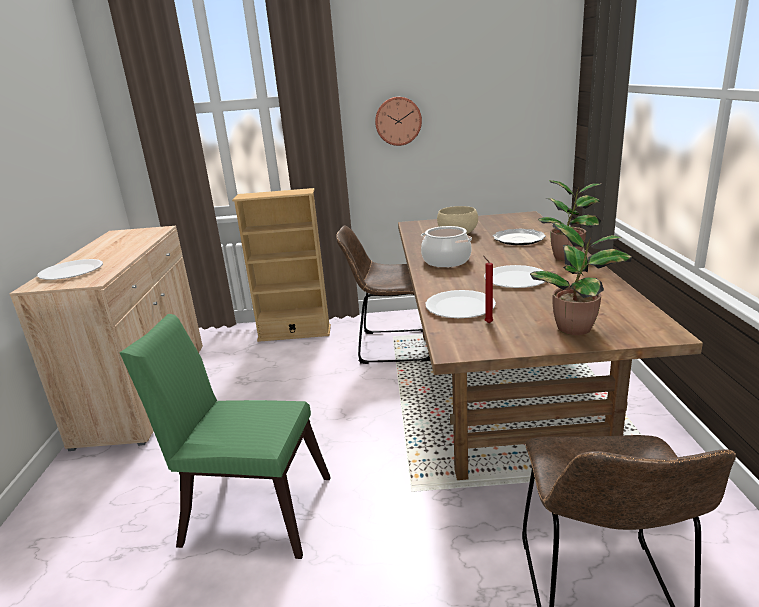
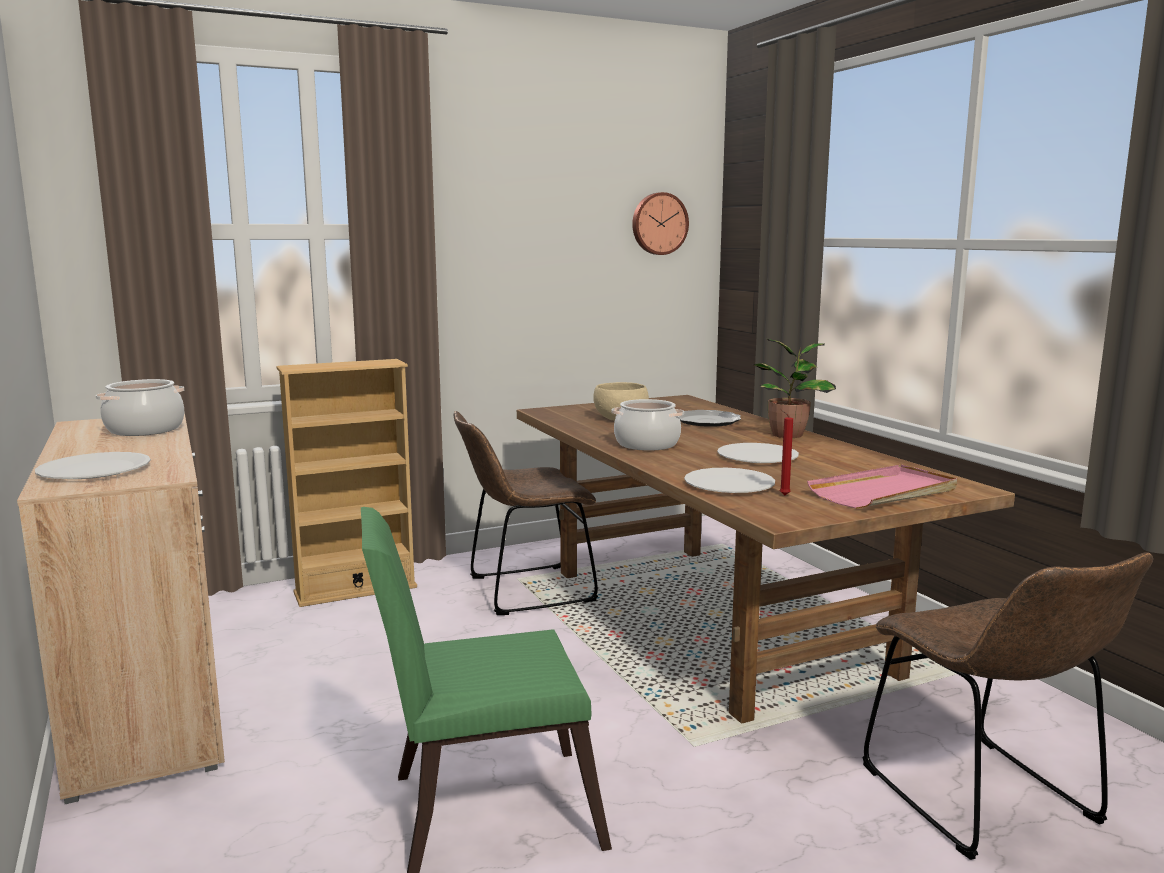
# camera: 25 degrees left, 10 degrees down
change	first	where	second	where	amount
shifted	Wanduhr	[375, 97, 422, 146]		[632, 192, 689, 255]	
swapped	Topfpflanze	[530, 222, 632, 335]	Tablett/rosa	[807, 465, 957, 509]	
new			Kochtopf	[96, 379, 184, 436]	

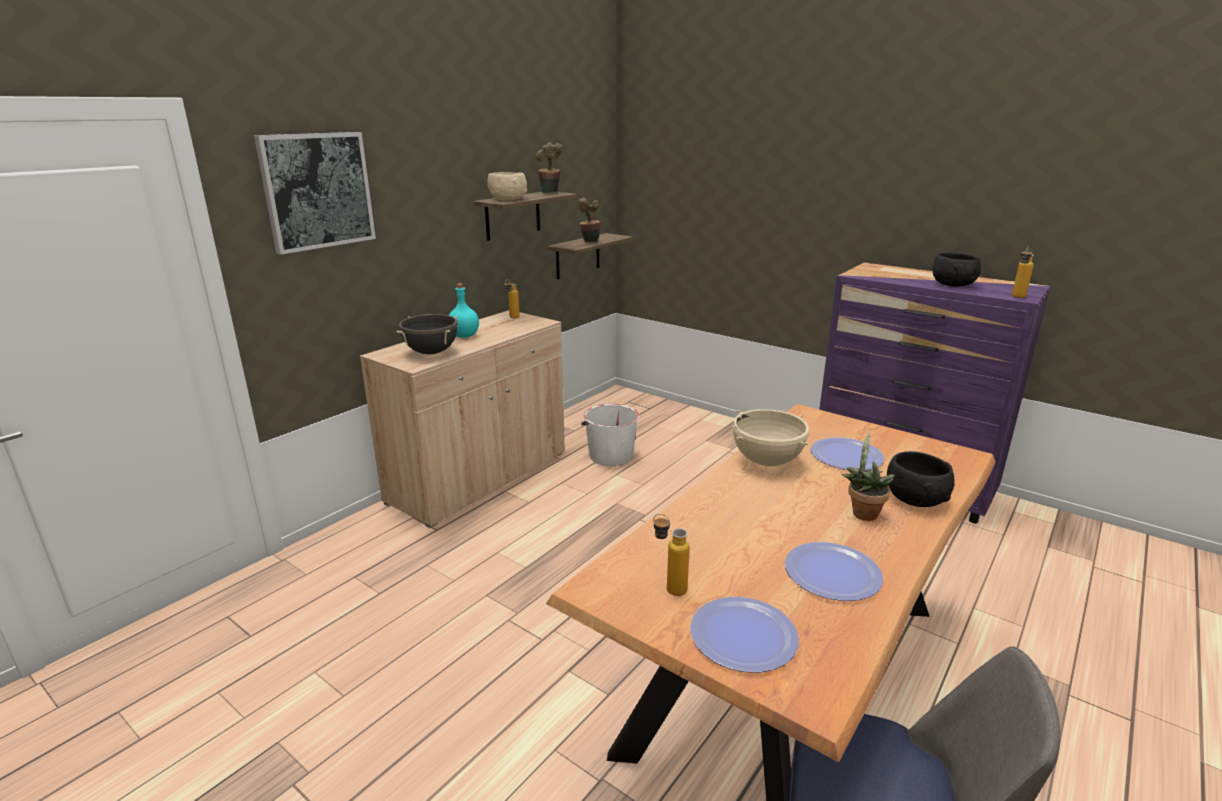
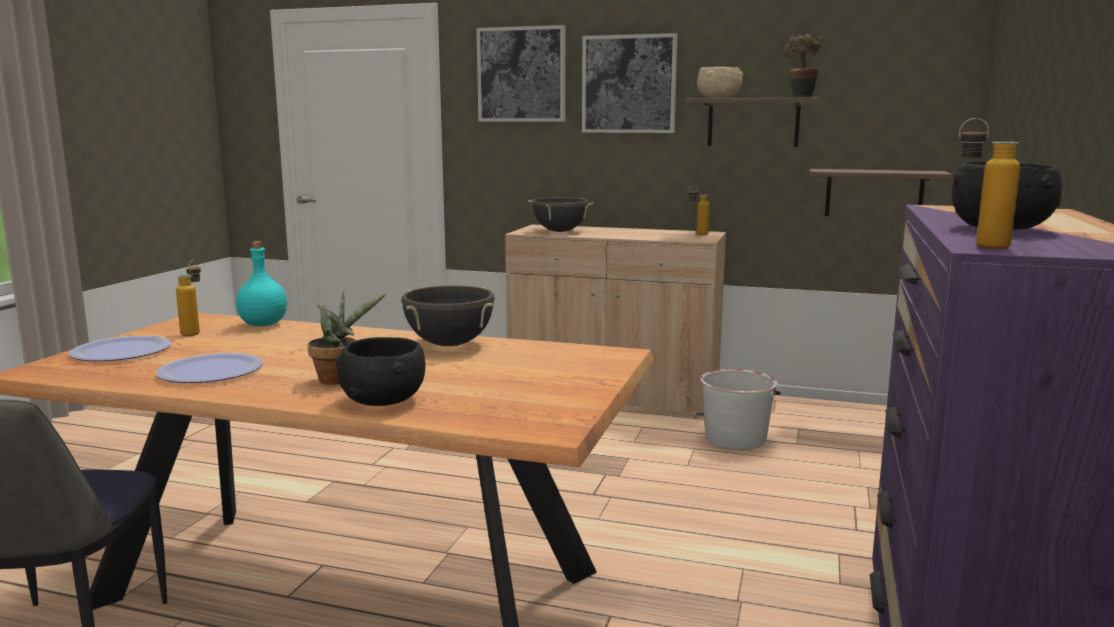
# camera: 70 degrees right, 10 degrees down
change	first	where	second	where	amount
gone	Topfpflanze	[578, 197, 600, 243]			
shifted	Flasche/türkis	[449, 283, 479, 338]		[236, 241, 287, 326]	
repainted	Kochtopf/beige	[732, 409, 809, 466]	Kochtopf/schwarz	[401, 285, 495, 346]	
gone	Teller	[810, 437, 885, 470]			
new			Bild	[582, 33, 678, 133]	

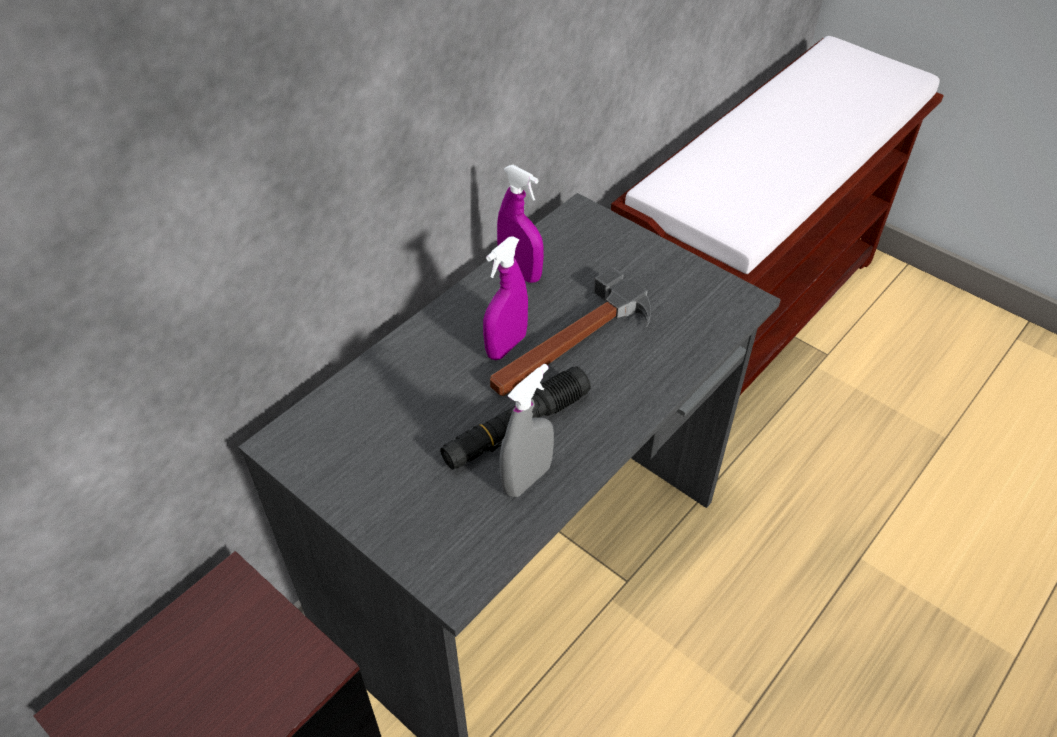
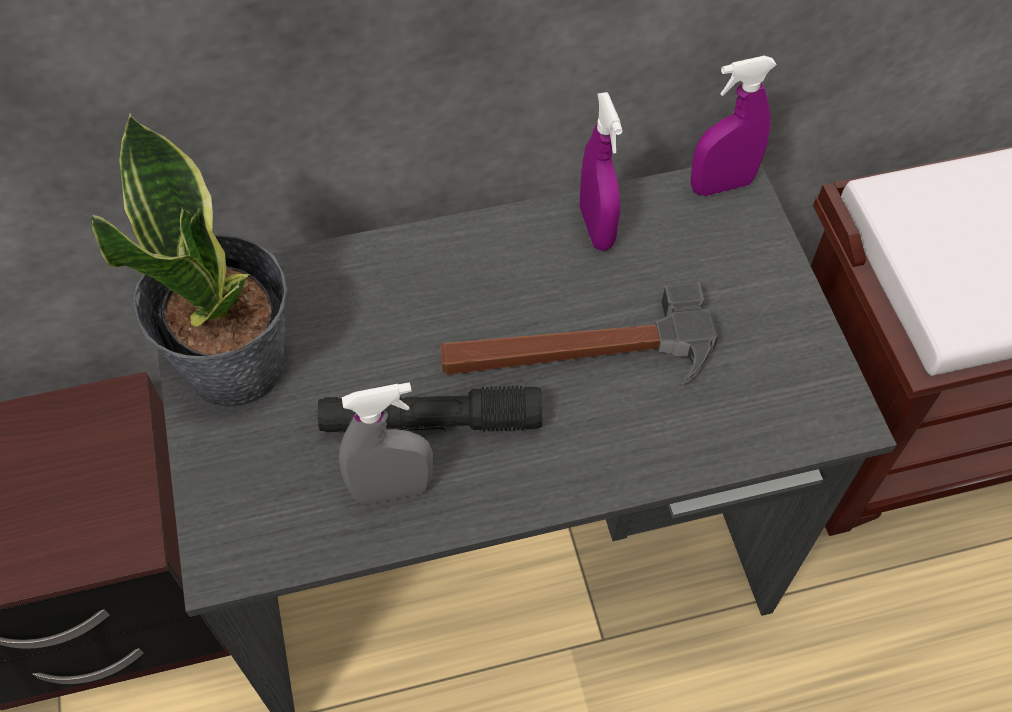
# camera: 35 degrees right, 10 degrees up
change	first	where	second	where	amount
shifted	Sprühflasche/lila	[483, 236, 528, 360]		[691, 56, 777, 196]	
new			Topfpflanze	[90, 113, 287, 408]	

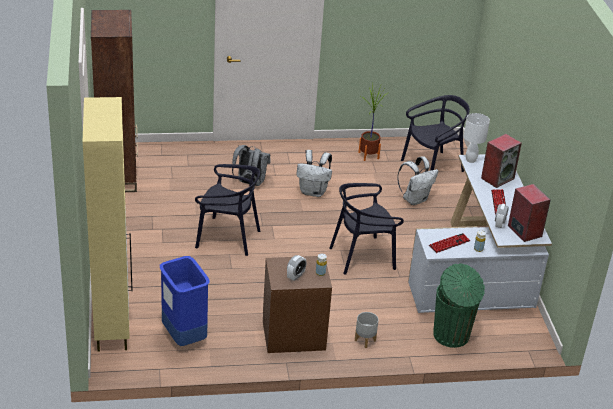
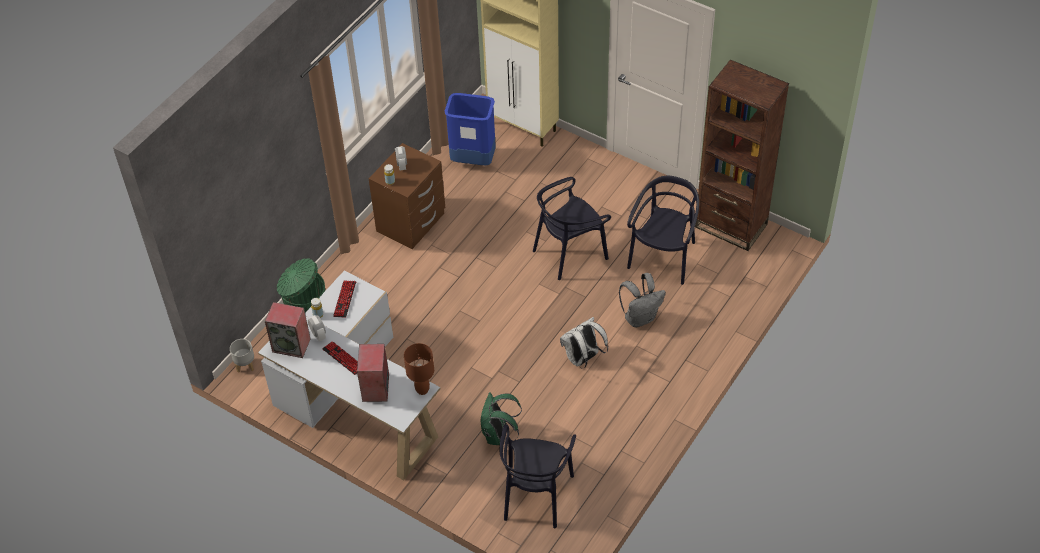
# camera: 135 degrees right, 15 degrees up
change	first	where	second	where	amount
gone	Topfpflanze	[358, 83, 388, 161]			
repainted	Tischlampe/weiß	[464, 113, 490, 163]	Tischlampe/braun	[404, 343, 434, 395]	
repainted	Rucksack/weiß	[398, 156, 438, 205]	Rucksack/grün	[480, 392, 522, 445]	
shifted	Stuhl/schwarz	[329, 183, 404, 275]		[627, 176, 699, 285]	
shifted	Pflanzkübel/grau	[355, 312, 379, 348]		[230, 339, 254, 373]	

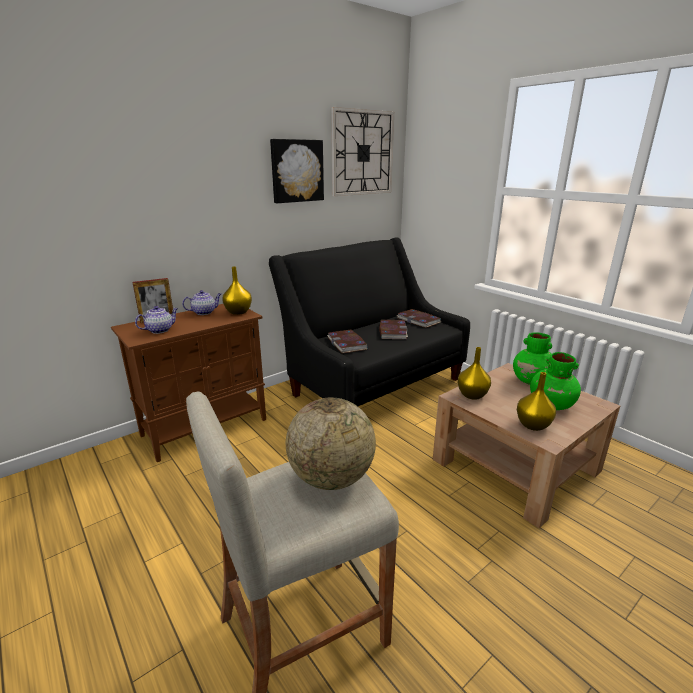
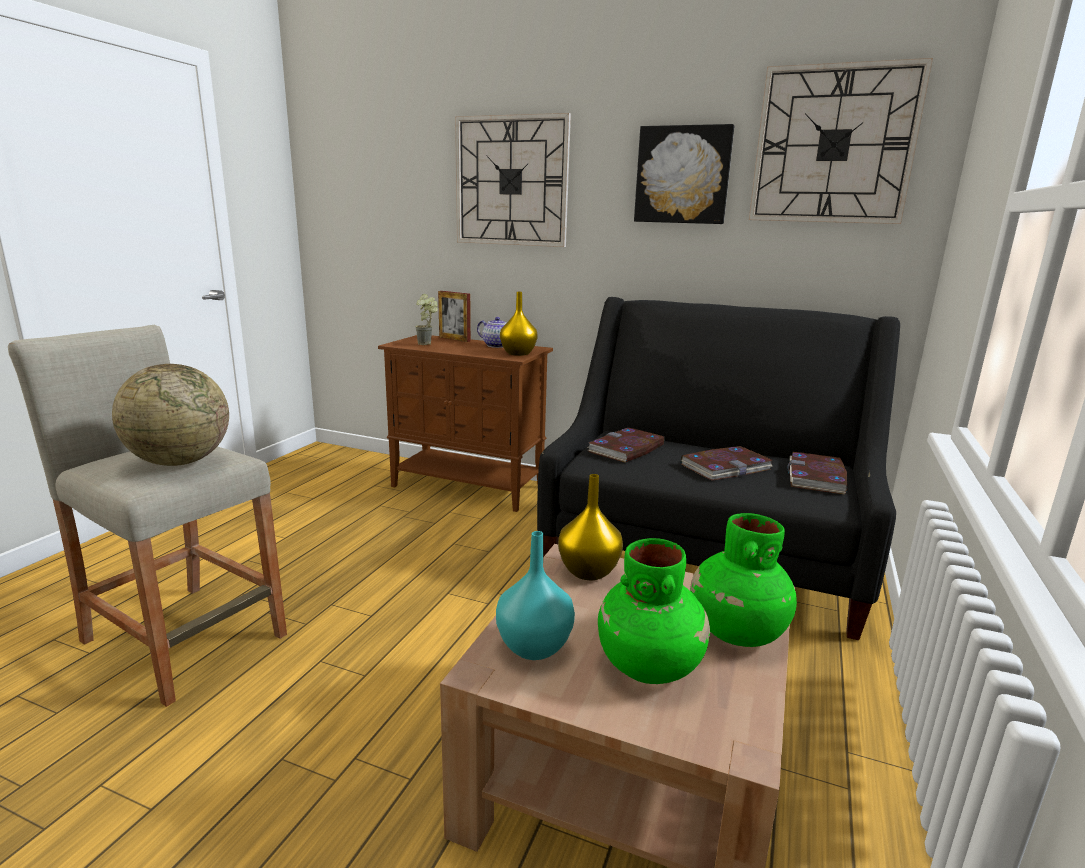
# camera: 60 degrees right, 5 degrees down
change	first	where	second	where	amount
swapped	Teekanne	[135, 306, 178, 334]	Topfpflanze	[415, 294, 438, 345]	
repainted	Vase/gelb	[517, 372, 556, 431]	Vase/türkis	[496, 531, 575, 660]	
new			Wanduhr	[455, 113, 571, 247]	

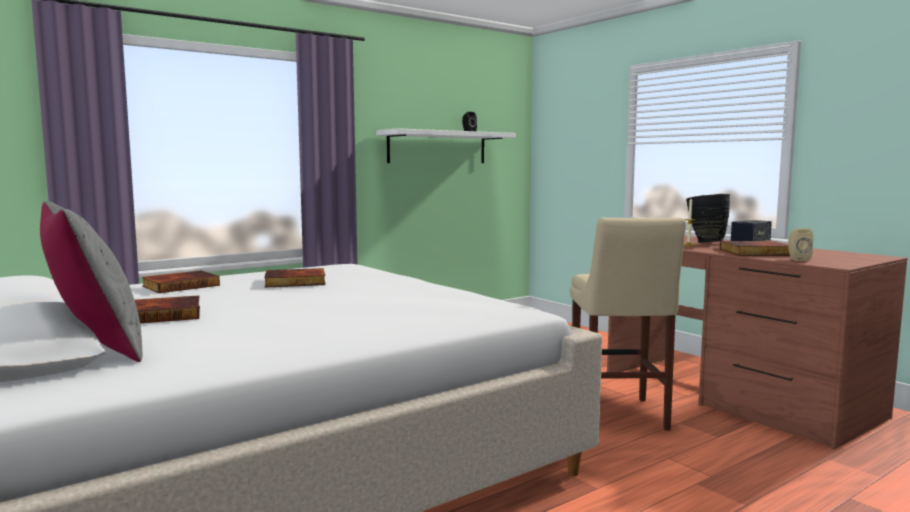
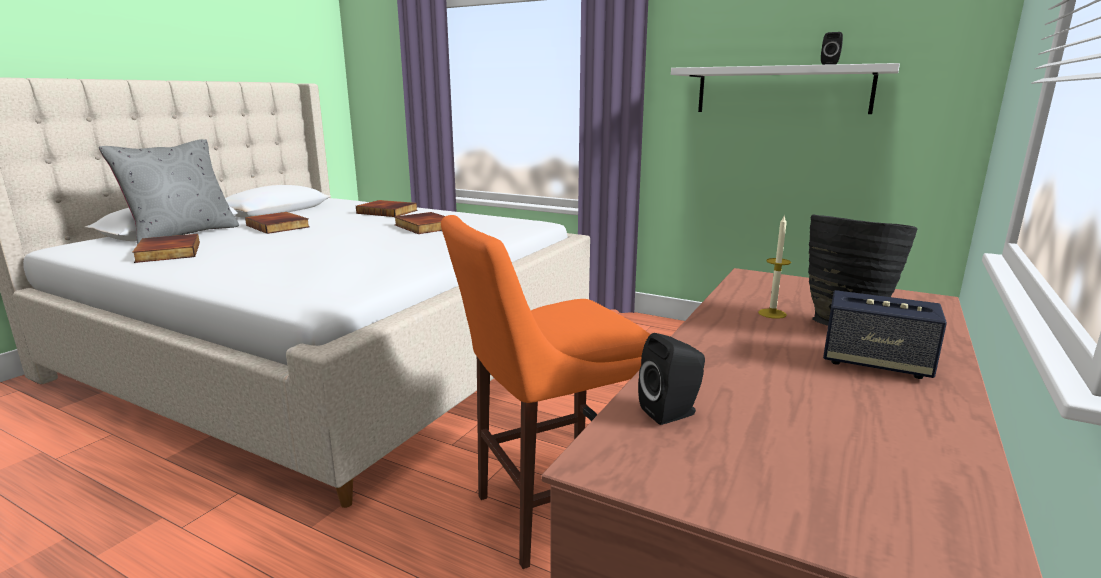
# camera: 65 degrees right, 10 degrees up
change	first	where	second	where	amount
repainted	Hocker/beige	[570, 217, 686, 431]	Hocker/orange	[441, 215, 650, 569]	
repainted	Lautsprecher/beige	[788, 228, 813, 261]	Lautsprecher/schwarz	[638, 333, 705, 425]	
shifted	Buch	[720, 241, 790, 256]		[132, 234, 200, 263]	

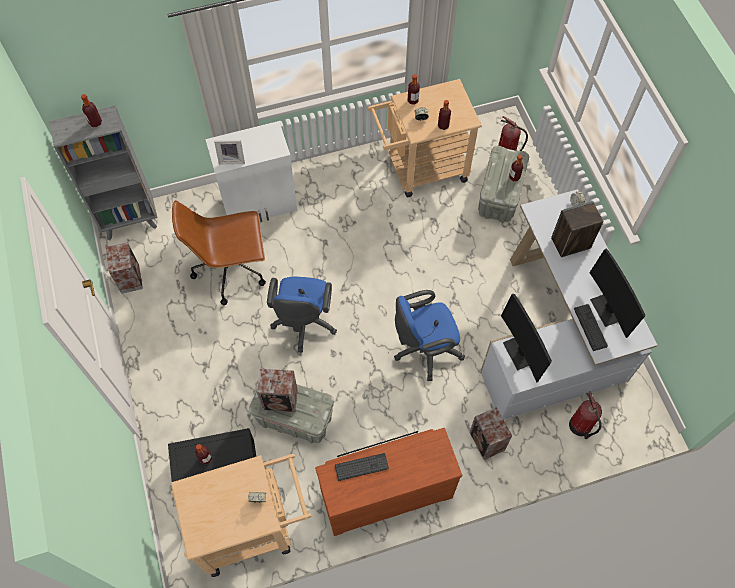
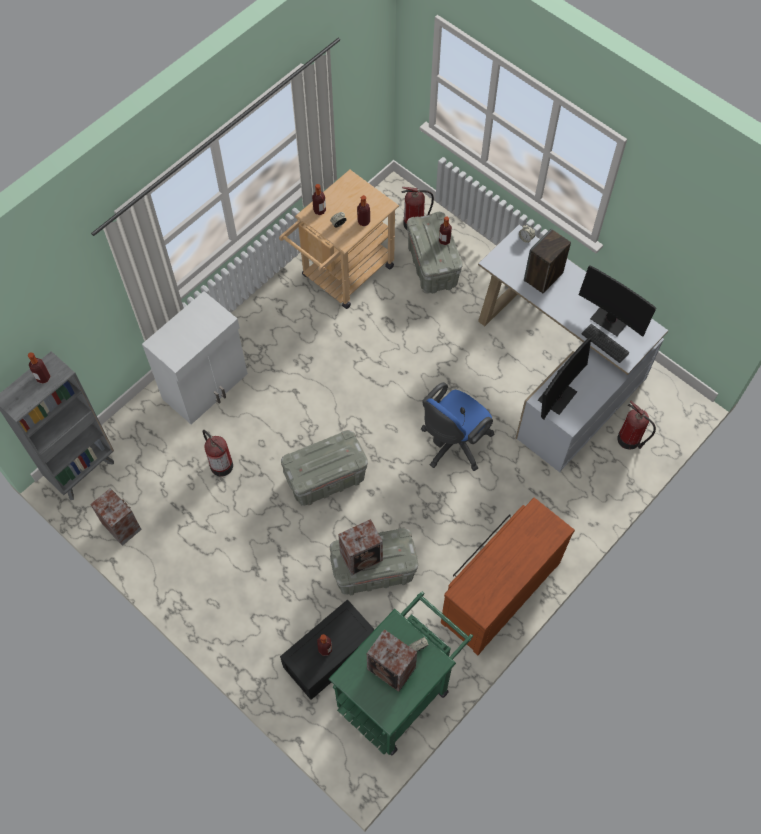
# camera: 30 degrees left, 0 degrees up
change	first	where	second	where	amount
gone	Bilderrahmen	[214, 140, 245, 165]			
swapped	Bürostuhl/braun	[172, 200, 266, 305]	Feuerlöscher	[203, 430, 233, 477]	
swapped	Bürostuhl/blau	[267, 277, 337, 353]	Aufbewahrungsbox/grau	[281, 430, 368, 506]	
rotated	Monitor	[501, 294, 552, 383]		[538, 338, 591, 420]	90 degrees counterclockwise
shifted	Lautsprecher	[469, 407, 512, 460]		[367, 629, 417, 692]	
gone	Tastatur	[335, 453, 389, 481]			
repainted	Rollwagen/beige	[171, 454, 312, 577]	Rollwagen/grün	[329, 591, 473, 755]	

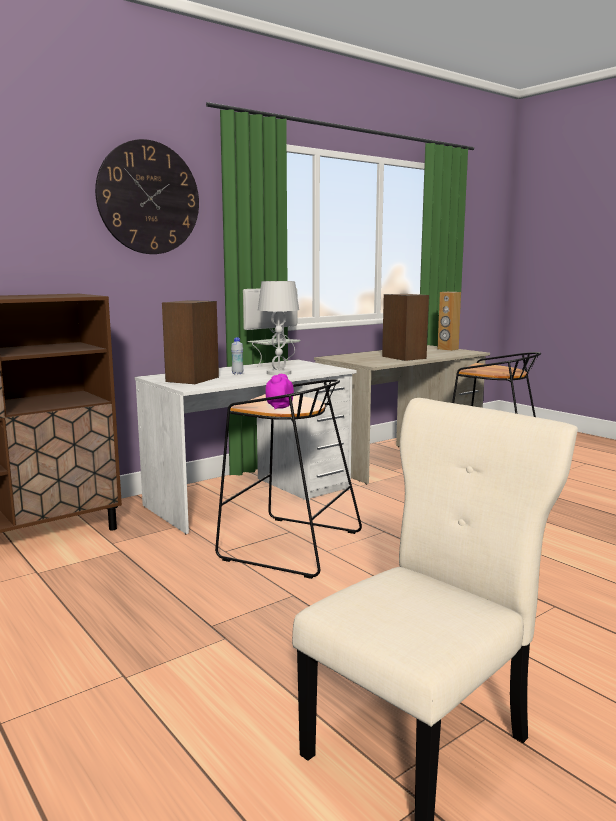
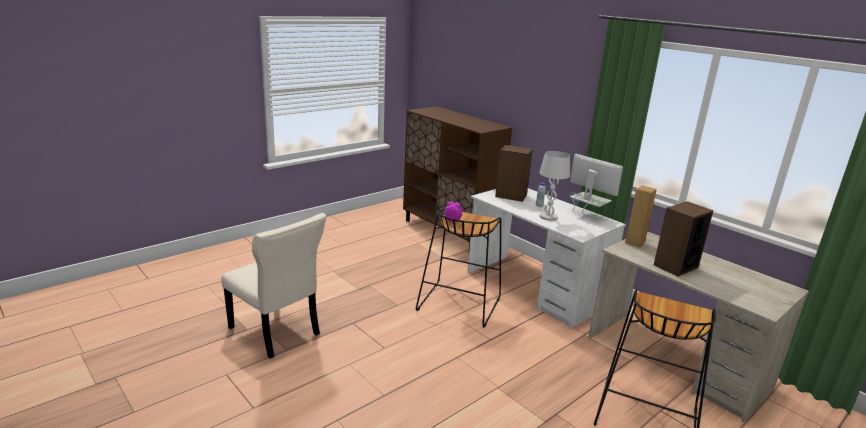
# camera: 85 degrees right, 10 degrees up
change	first	where	second	where	amount
gone	Wanduhr	[95, 139, 199, 254]			
shifted	Lautsprecher/braun	[437, 292, 461, 351]		[625, 186, 657, 248]	

